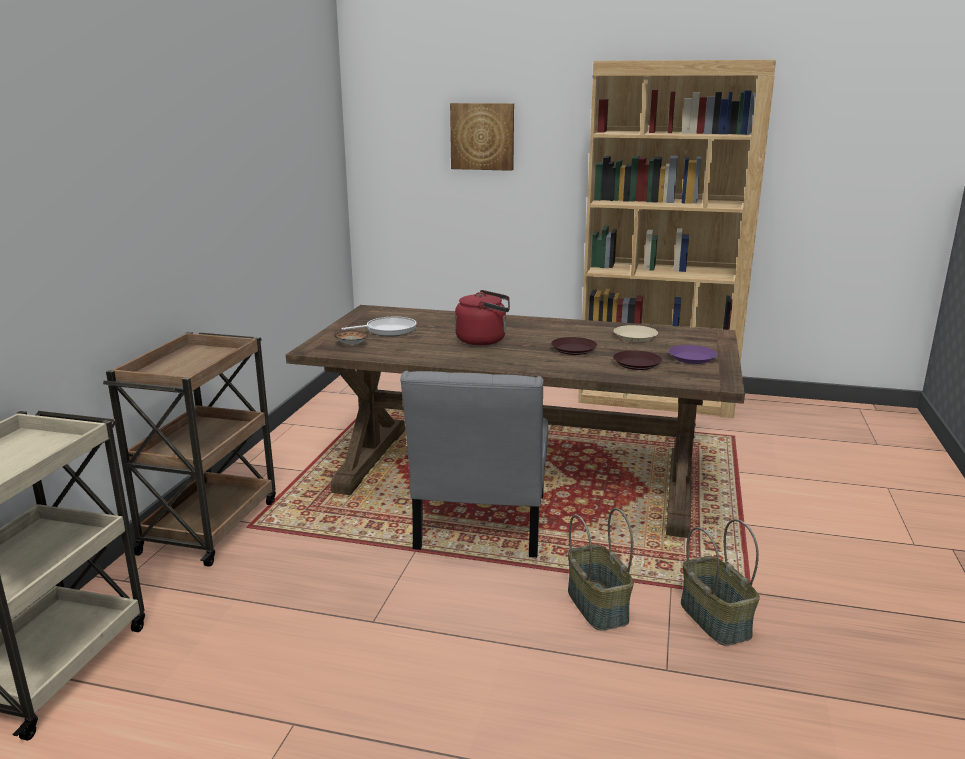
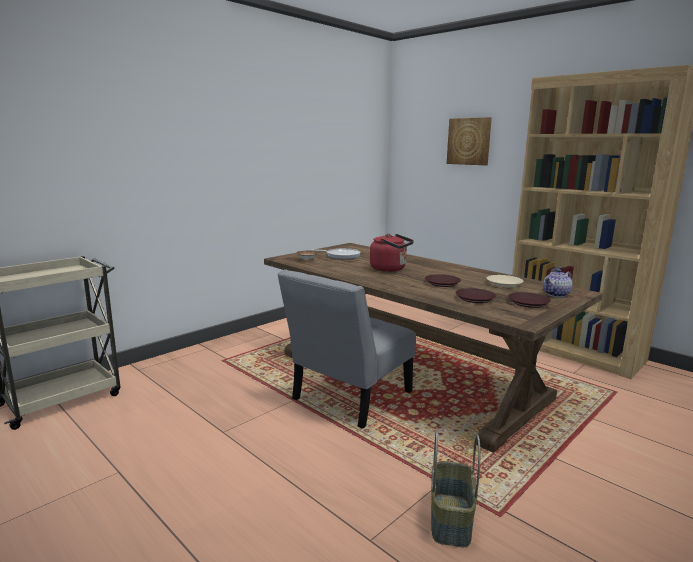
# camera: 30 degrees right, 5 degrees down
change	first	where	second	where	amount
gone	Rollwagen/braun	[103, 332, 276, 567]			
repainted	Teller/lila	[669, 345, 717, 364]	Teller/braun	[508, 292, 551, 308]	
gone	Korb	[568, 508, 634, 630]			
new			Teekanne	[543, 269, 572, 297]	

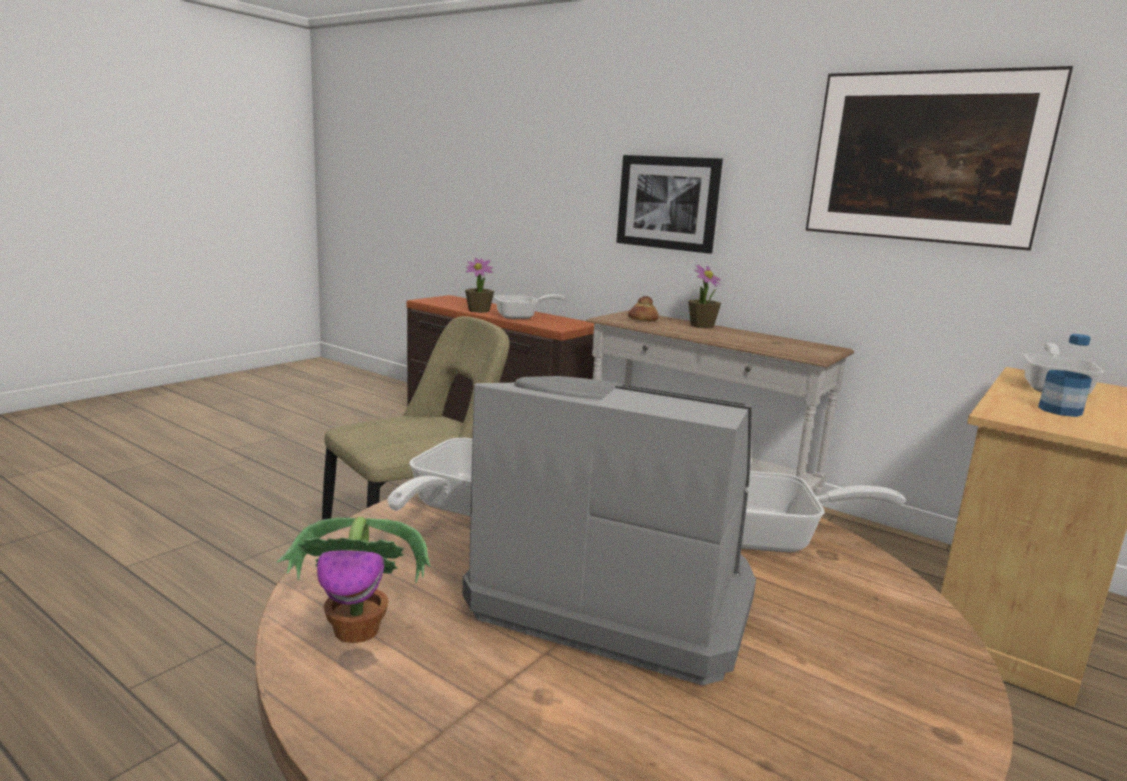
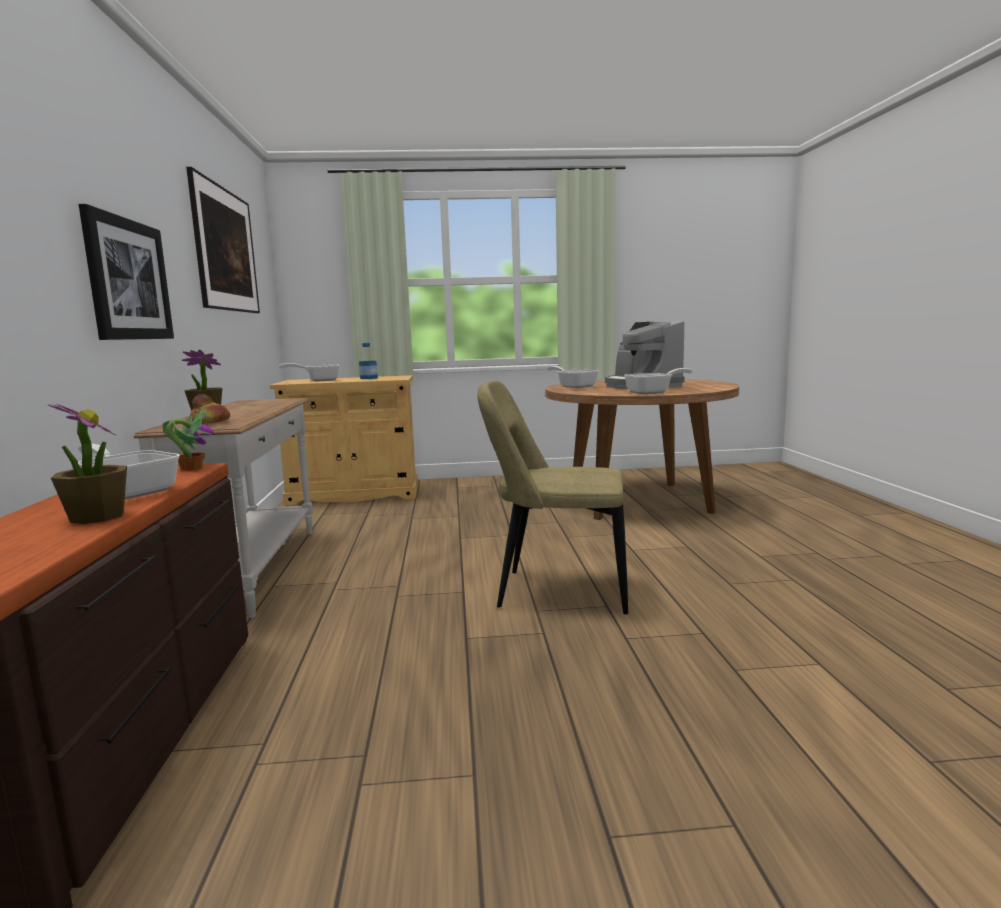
# camera: 130 degrees left, 5 degrees down
change	first	where	second	where	amount
shifted	Topfpflanze	[277, 517, 430, 643]		[162, 410, 213, 471]	

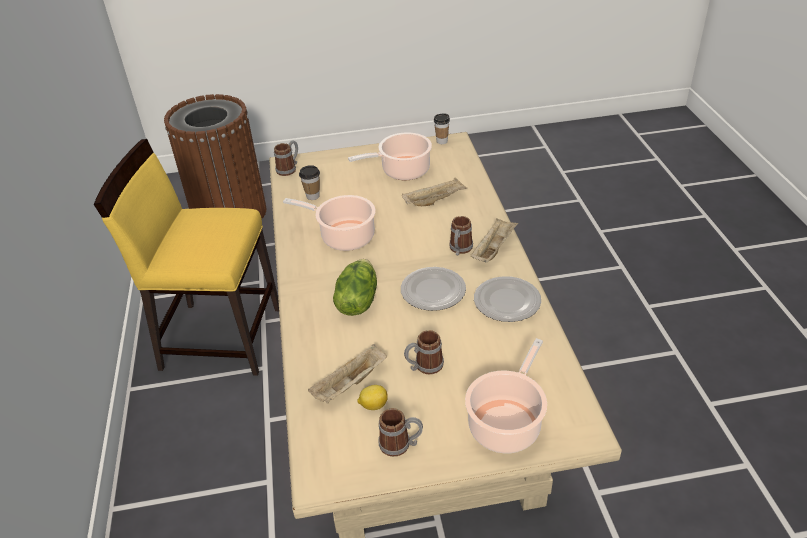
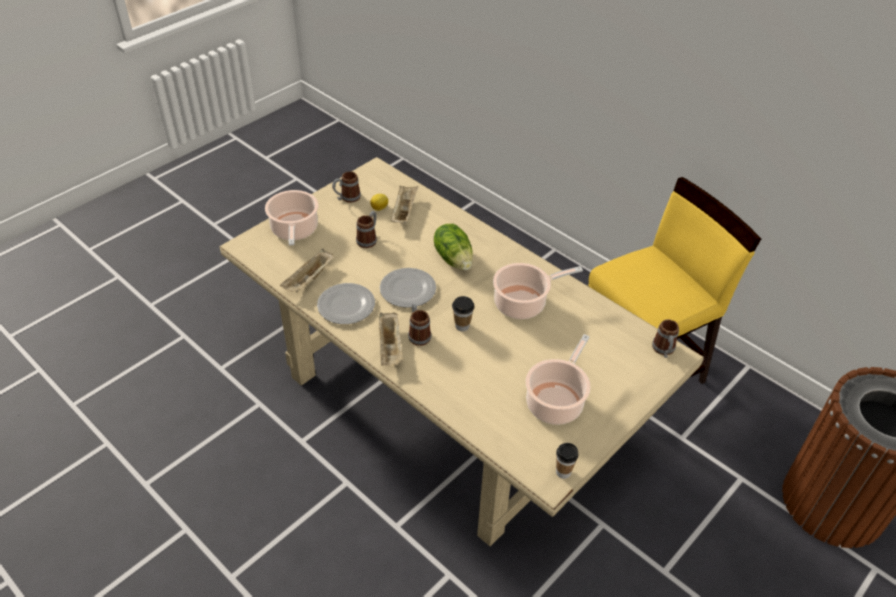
# camera: 140 degrees right, 5 degrees up
change	first	where	second	where	amount
shifted	Tasse	[299, 165, 320, 200]		[452, 296, 474, 331]	
shifted	Tablett/beige	[402, 177, 467, 206]		[280, 249, 334, 292]	

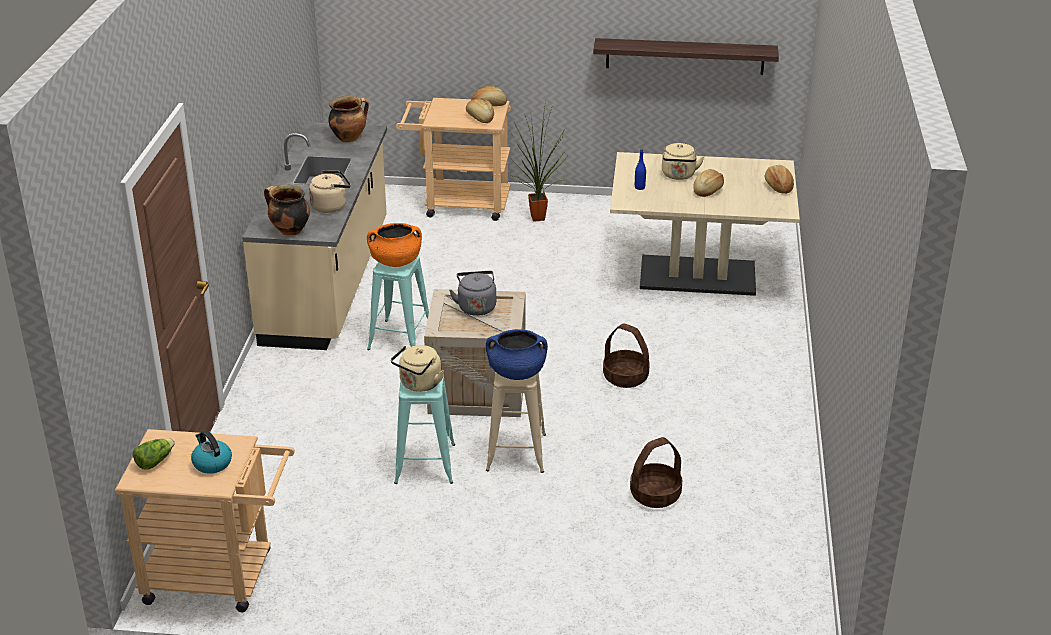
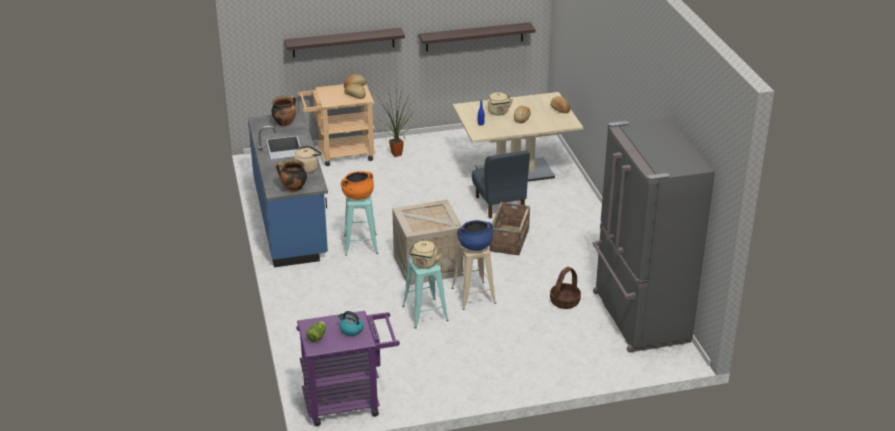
# camera: 20 degrees left, 0 degrees up
change	first	where	second	where	amount
repainted	Küchenzeile/beige	[242, 122, 387, 350]	Küchenzeile/blau	[248, 111, 328, 267]	
gone	Wasserkessel/grau	[449, 271, 496, 316]			
swapped	Korb	[603, 323, 650, 388]	Kiste	[489, 202, 530, 255]	
repainted	Rollwagen/beige	[115, 429, 295, 612]	Rollwagen/lila	[296, 311, 400, 426]	
new			Wandregal	[284, 28, 405, 58]	
new			Kühlschrank/grau	[592, 117, 715, 353]	
new			Stuhl/blau	[472, 150, 530, 218]	

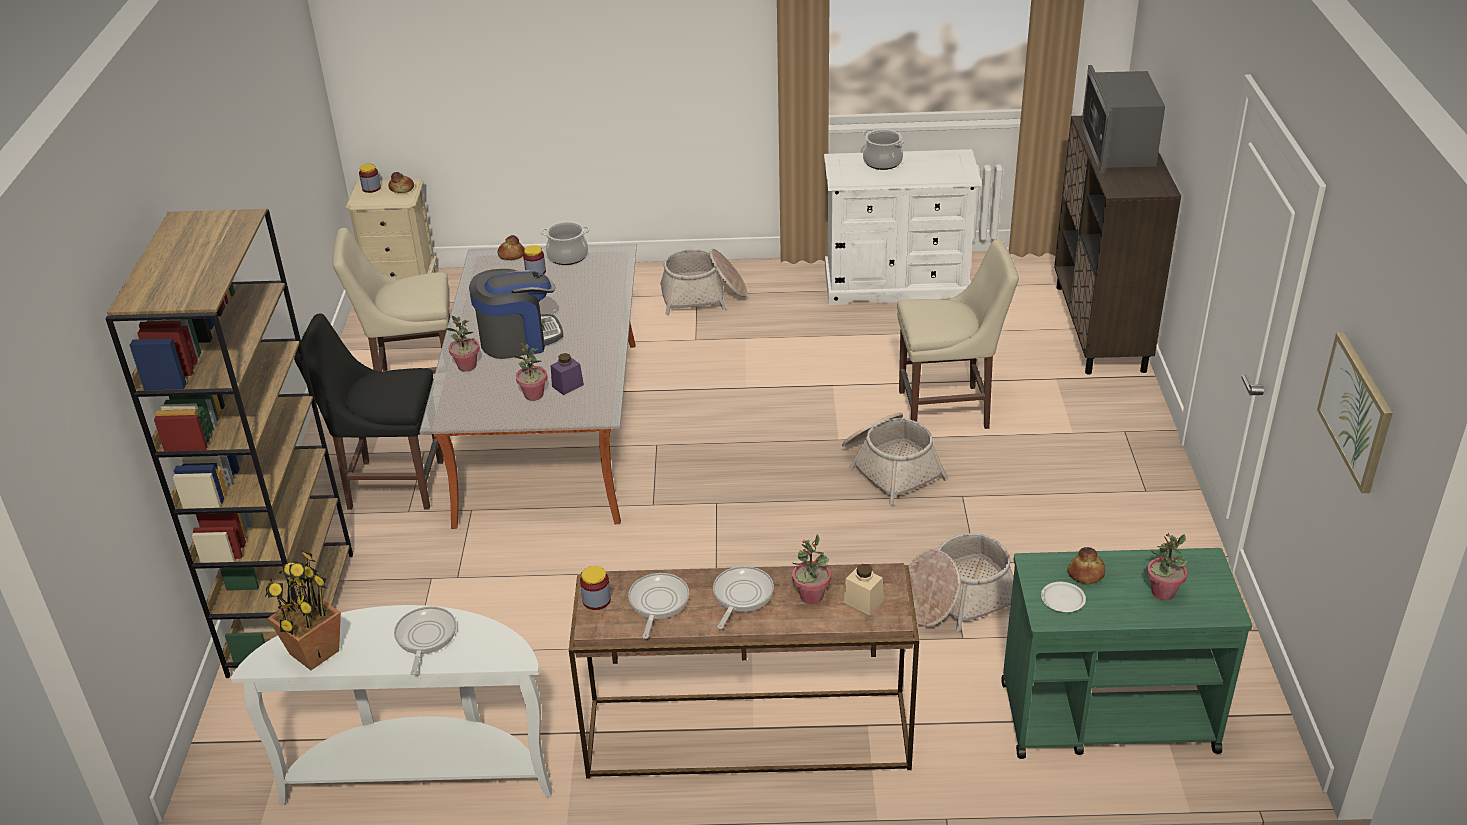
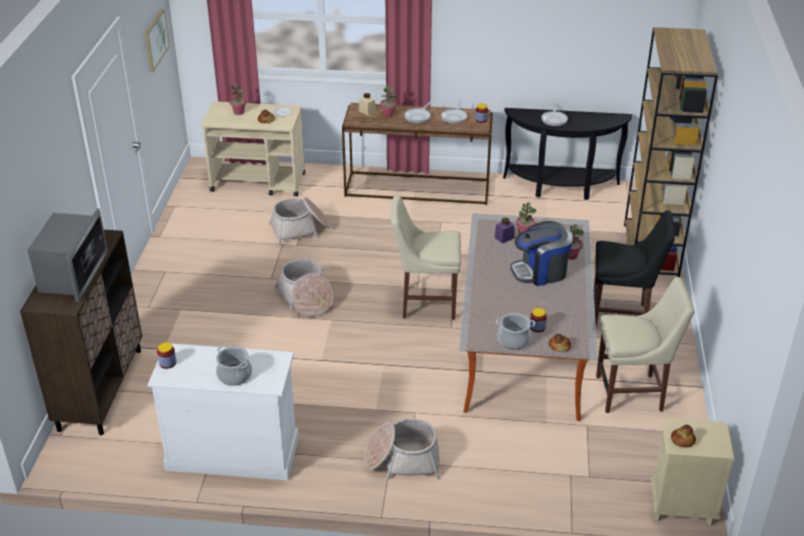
# camera: 175 degrees left, 0 degrees up
change	first	where	second	where	amount
shifted	Vorratsglas	[359, 164, 381, 193]		[157, 342, 176, 369]	
shifted	Stuhl/beige	[897, 239, 1019, 429]		[391, 195, 461, 320]	
repainted	Rollwagen/grün	[1001, 548, 1252, 759]	Rollwagen/beige	[201, 101, 305, 197]	
gone	Topfpflanze	[265, 550, 341, 670]			
repainted	Konsolentisch/weiß	[231, 605, 552, 804]	Konsolentisch/schwarz	[503, 108, 632, 200]	

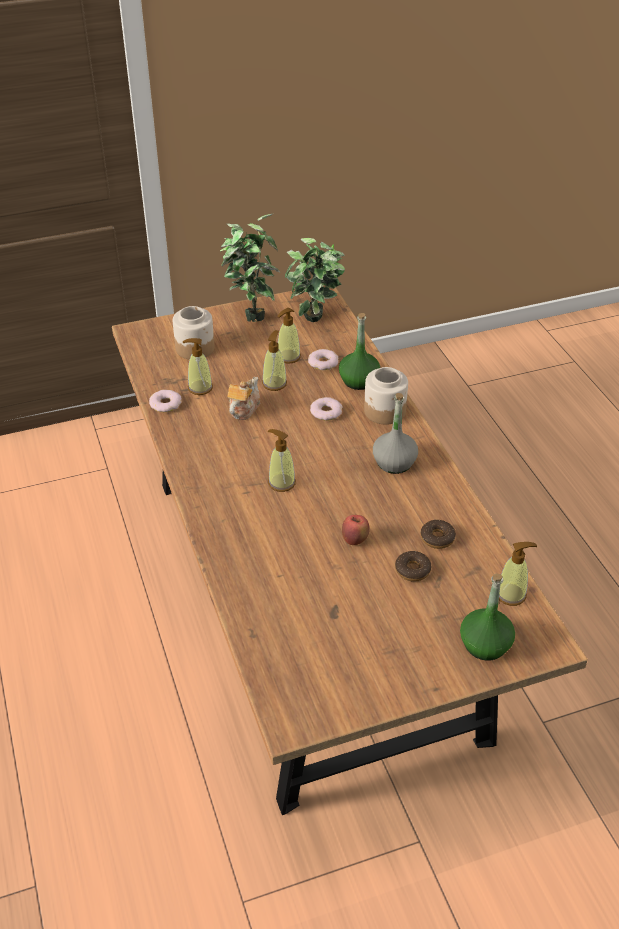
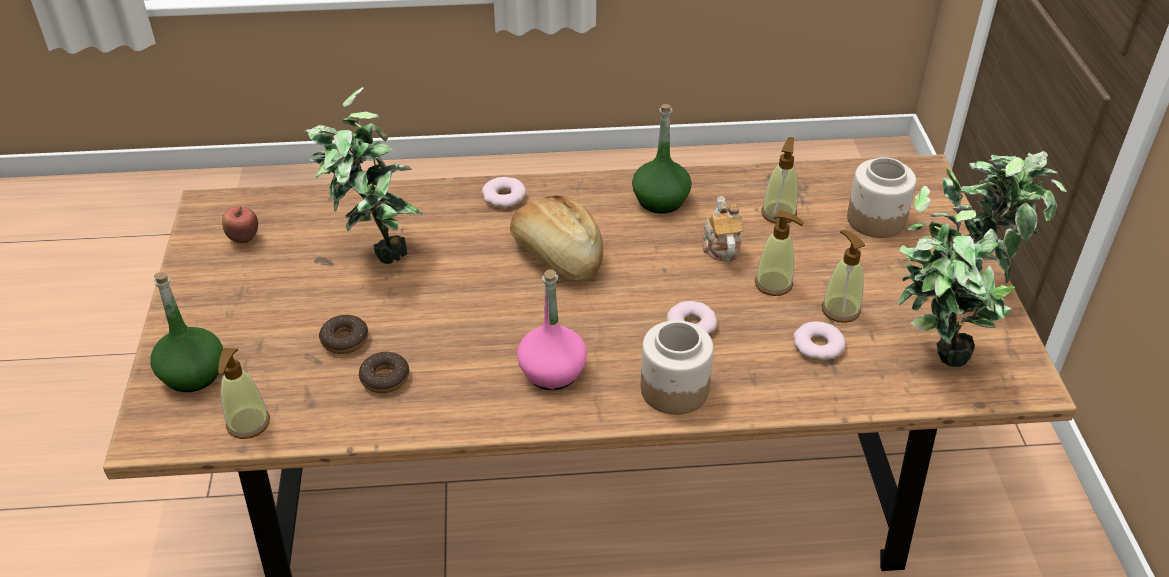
# camera: 105 degrees right, 0 degrees up
change	first	where	second	where	amount
shifted	Flasche/grün	[339, 313, 380, 390]		[632, 104, 692, 214]	
rotated	Teekanne	[228, 377, 260, 420]		[702, 196, 744, 262]	135 degrees counterclockwise
shifted	Donut	[149, 390, 182, 412]		[482, 177, 526, 208]	
repainted	Flasche/grau	[373, 393, 418, 474]	Flasche/rosa	[517, 269, 587, 390]	
swapped	Seifenspender	[268, 429, 296, 492]	Brot	[510, 195, 603, 281]	
shifted	Apfel	[342, 515, 370, 545]		[222, 206, 258, 243]	
new			Topfpflanze	[304, 87, 423, 264]	

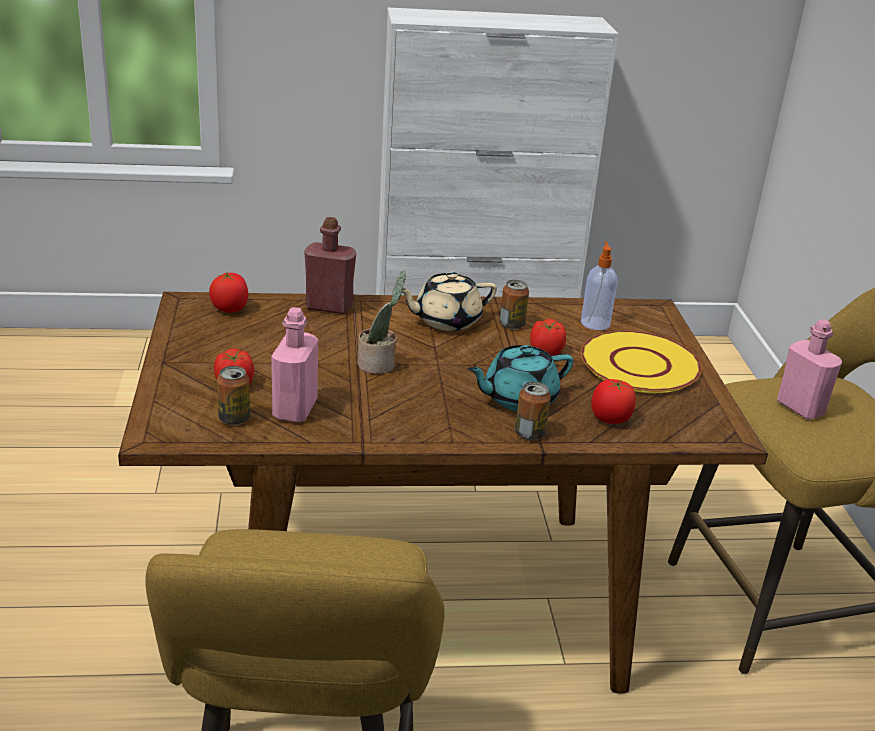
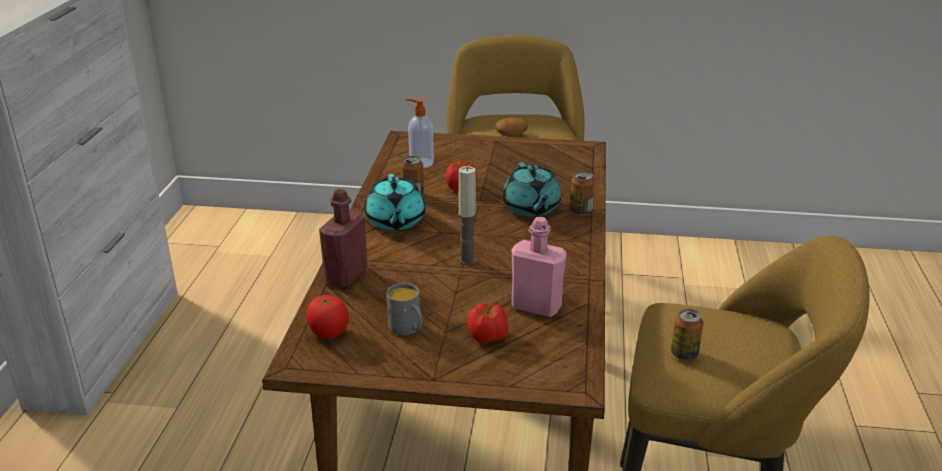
# camera: 75 degrees left, 0 degrees up
change	first	where	second	where	amount
swapped	Topfpflanze	[358, 271, 406, 374]	Kerze	[458, 166, 477, 265]	
repainted	Teekanne/beige	[402, 272, 497, 331]	Teekanne/türkis	[365, 174, 425, 230]	
swapped	Flasche/rosa	[777, 319, 842, 420]	Kartoffel	[495, 117, 528, 137]	
gone	Teller/gelb	[581, 331, 702, 393]			
shifted	Dose	[217, 366, 250, 425]		[671, 309, 703, 360]	
gone	Tomate	[591, 379, 636, 424]			
new			Henkelbecher/grau	[387, 283, 422, 335]	

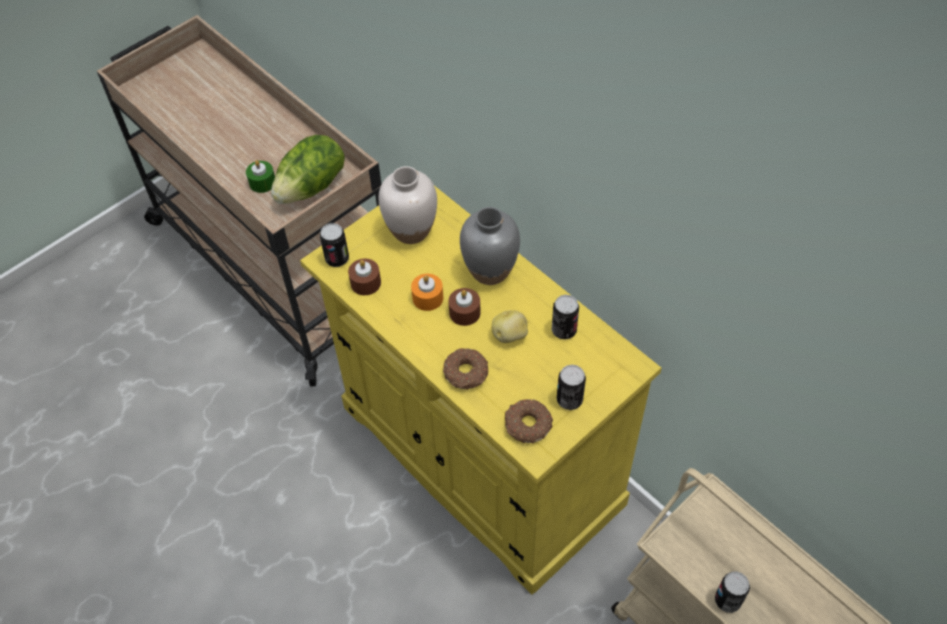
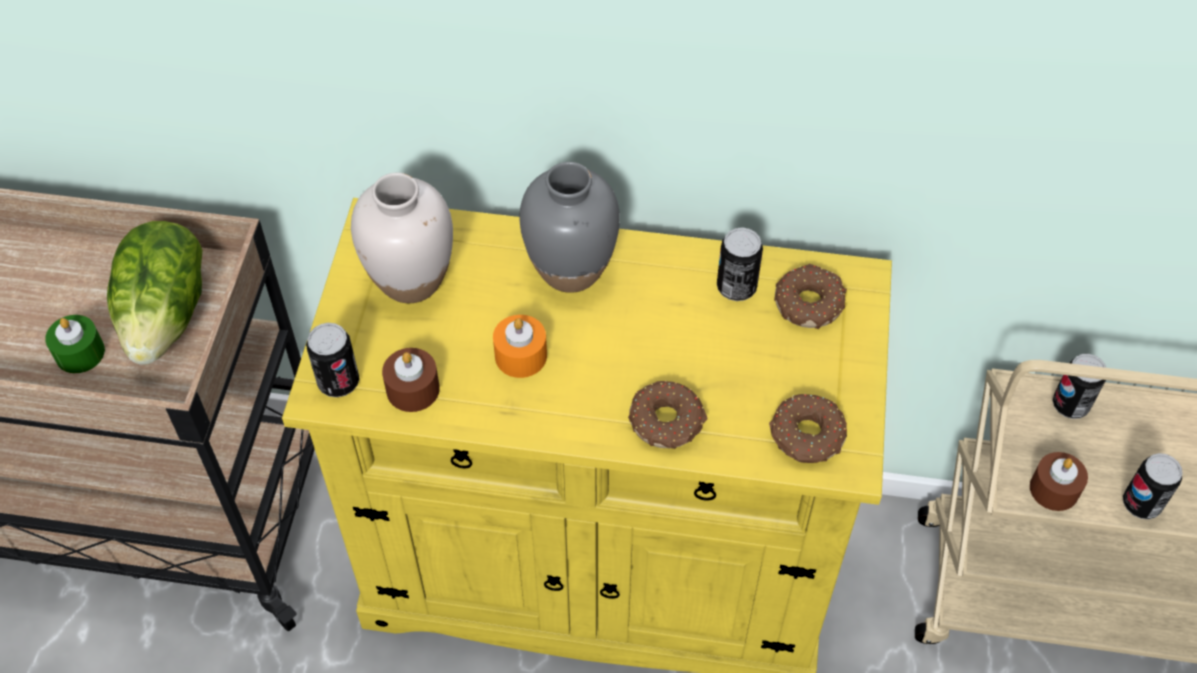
# camera: 40 degrees left, 0 degrees up
change	first	where	second	where	amount
shifted	Kerze/braun	[448, 288, 481, 326]		[1030, 452, 1088, 511]	
gone	Kartoffel	[492, 310, 528, 343]			
shifted	Dose	[557, 365, 586, 410]		[1053, 354, 1106, 419]	
new			Donut	[774, 264, 847, 329]	

